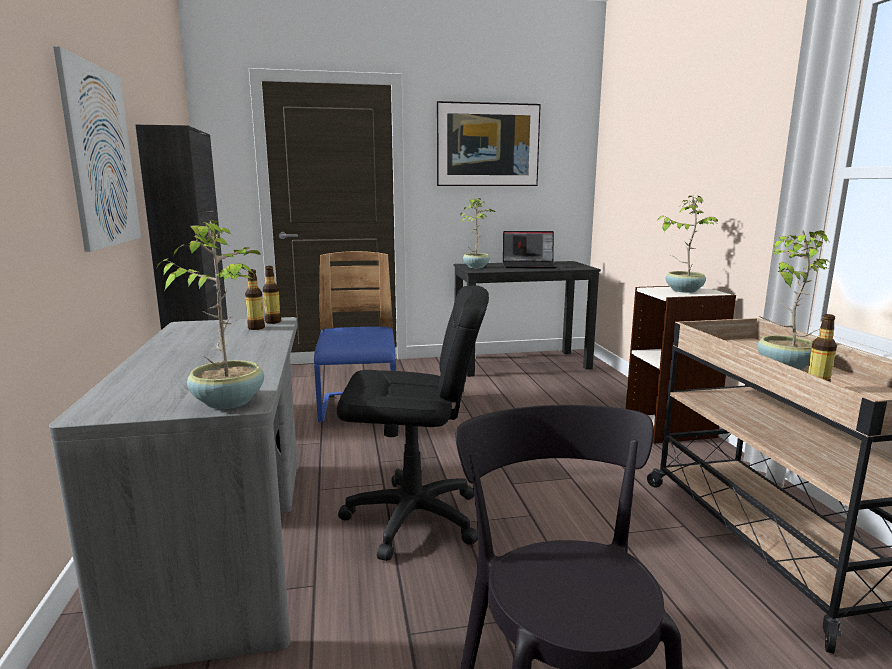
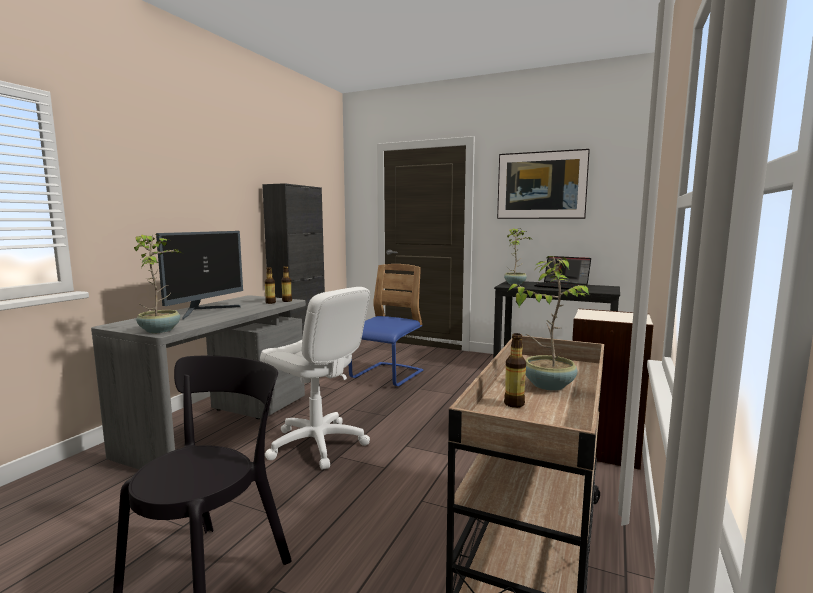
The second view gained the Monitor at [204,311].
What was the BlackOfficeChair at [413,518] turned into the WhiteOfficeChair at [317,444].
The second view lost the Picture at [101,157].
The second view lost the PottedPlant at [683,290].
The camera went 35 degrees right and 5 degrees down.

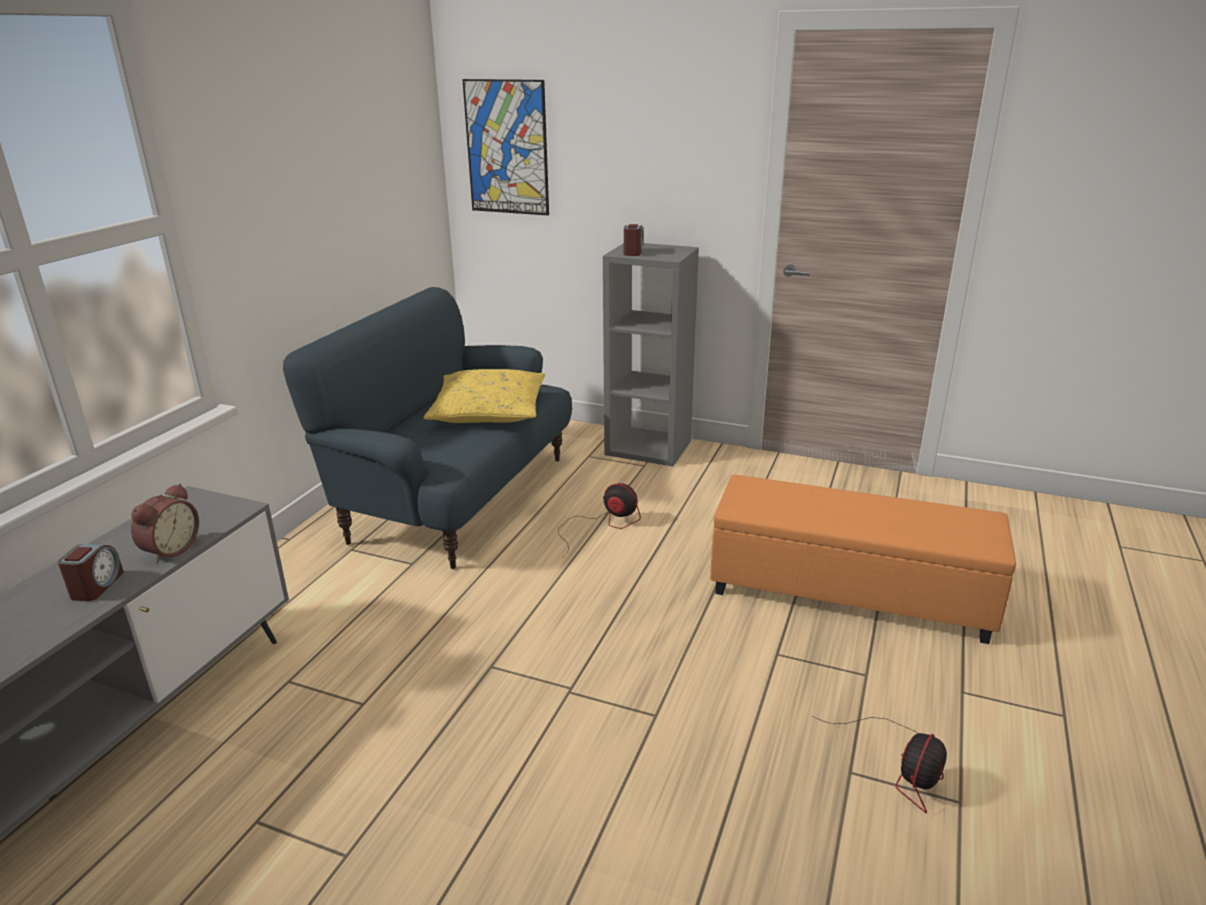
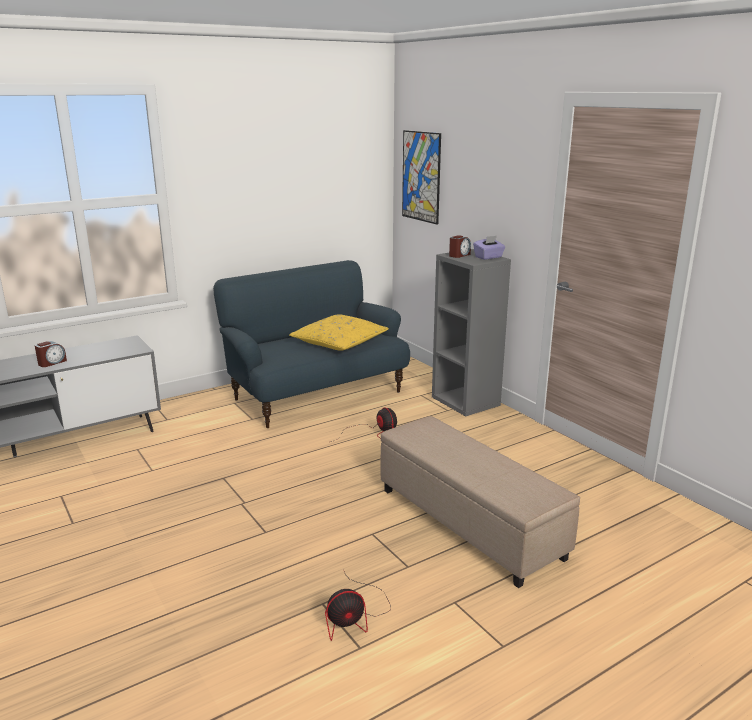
What was the OrangeOttoman at [849,591] turned into the BeigeOttoman at [470,522].
The second view gained the PurpleTissueBox at [488,257].
The second view lost the AlarmClock at [169,549].
The camera went 35 degrees right and 5 degrees down.

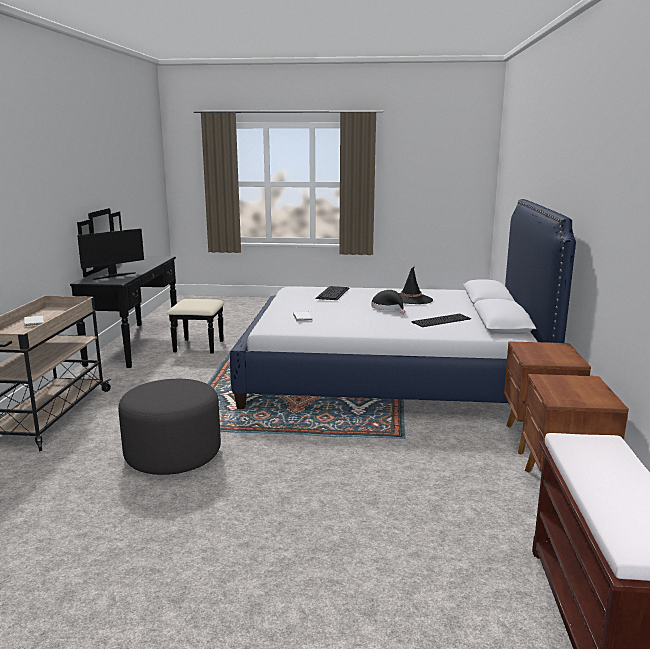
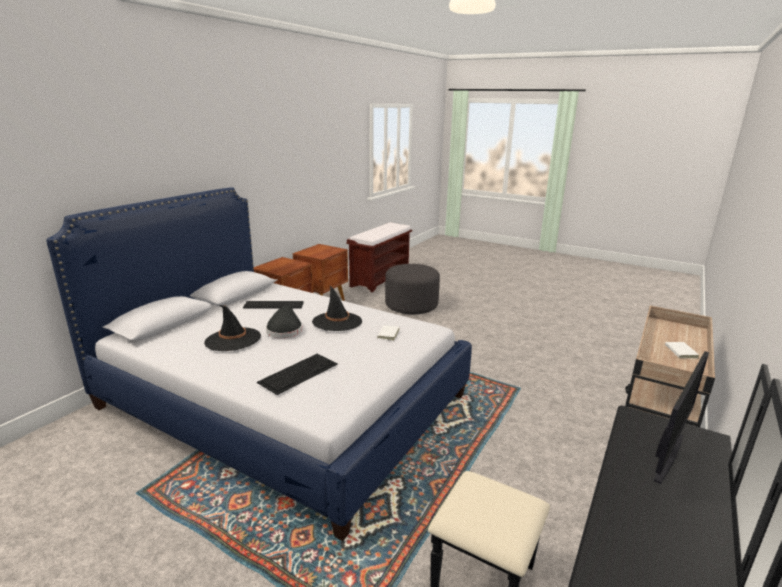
The second view gained the BlackHat at [337,322].
The GreyOttoman ended up elsewhere, having gone from [173,454] to [411,305].
The Monitor at [114,276] ended up facing another way, 150 degrees clockwise from before.
The camera went 155 degrees left and 5 degrees up.

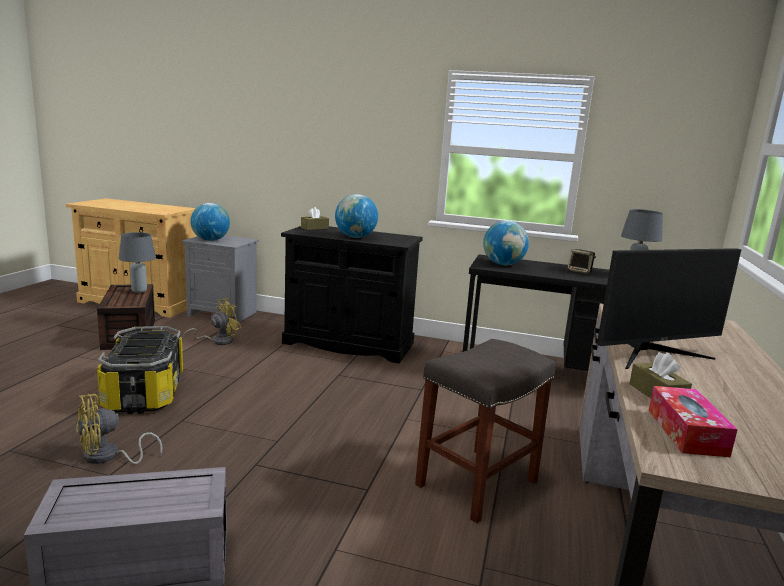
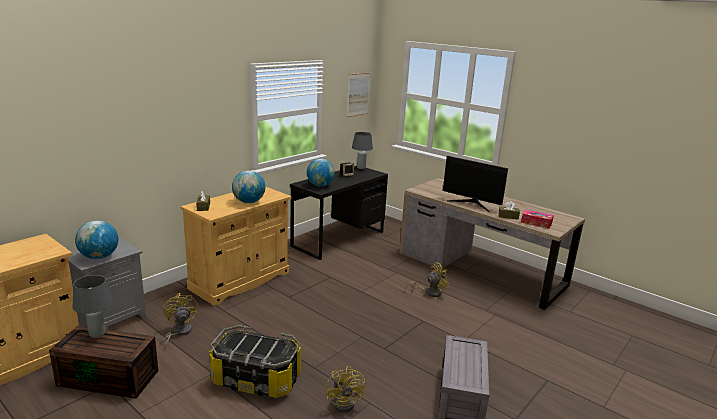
What was the BlackCabinet at [348,343] turned into the BeigeCabinet at [240,280].
The second view gained the Picture at [358,94].
Where the GreyStool stood at [477,482], the YellowFan came to stand at [430,292].
The Monitor at [653,354] ended up facing another way, 120 degrees clockwise from before.
The camera went 65 degrees left and 5 degrees up.

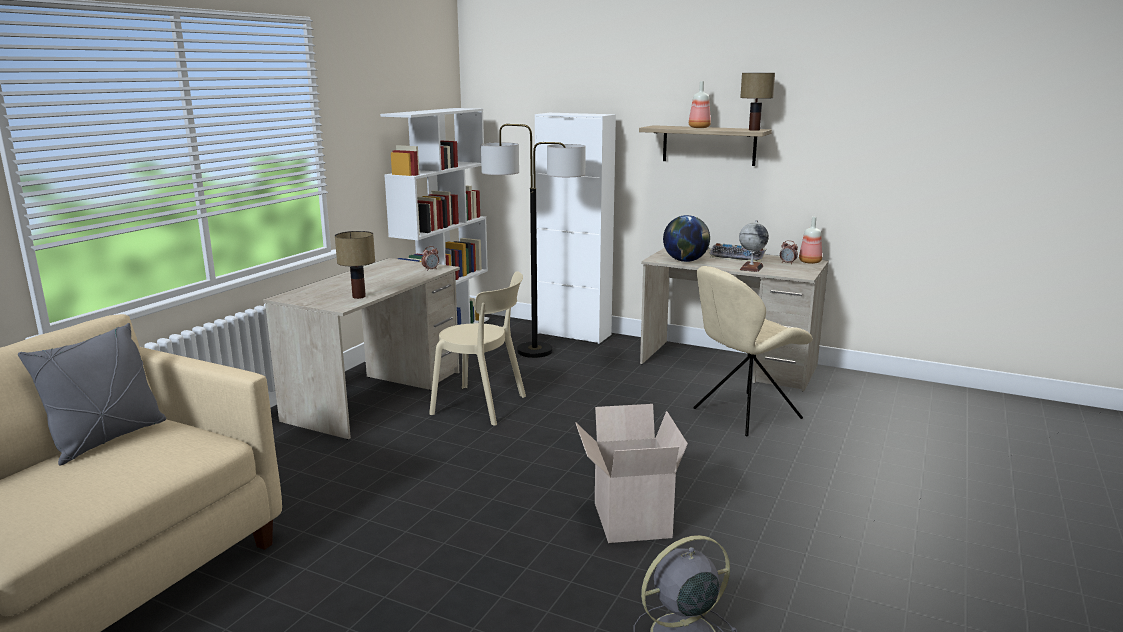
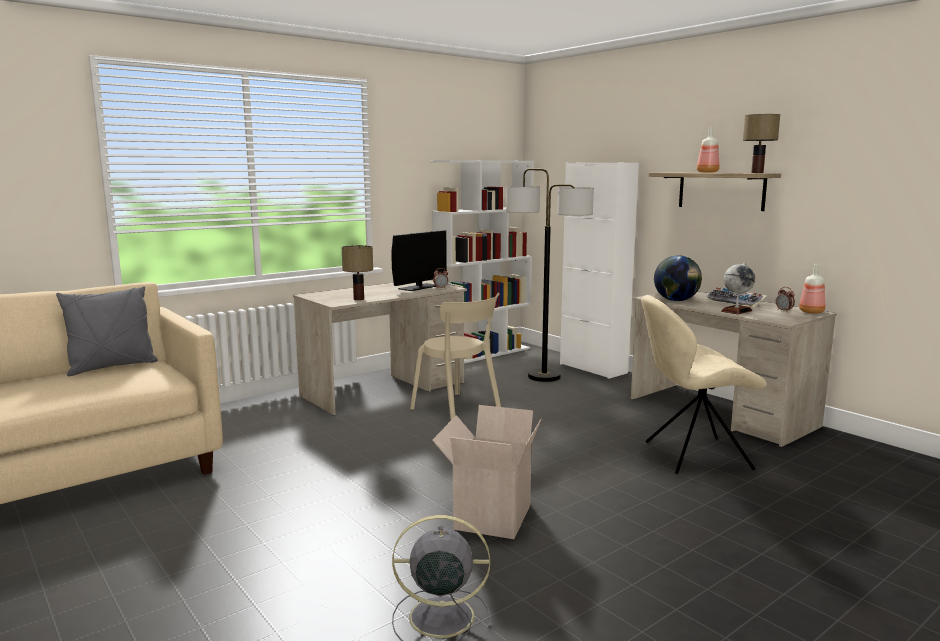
The second view gained the Monitor at [419,287].
The camera went 25 degrees right and 5 degrees down.

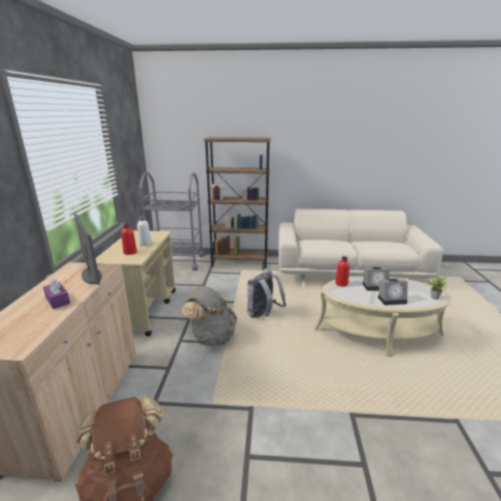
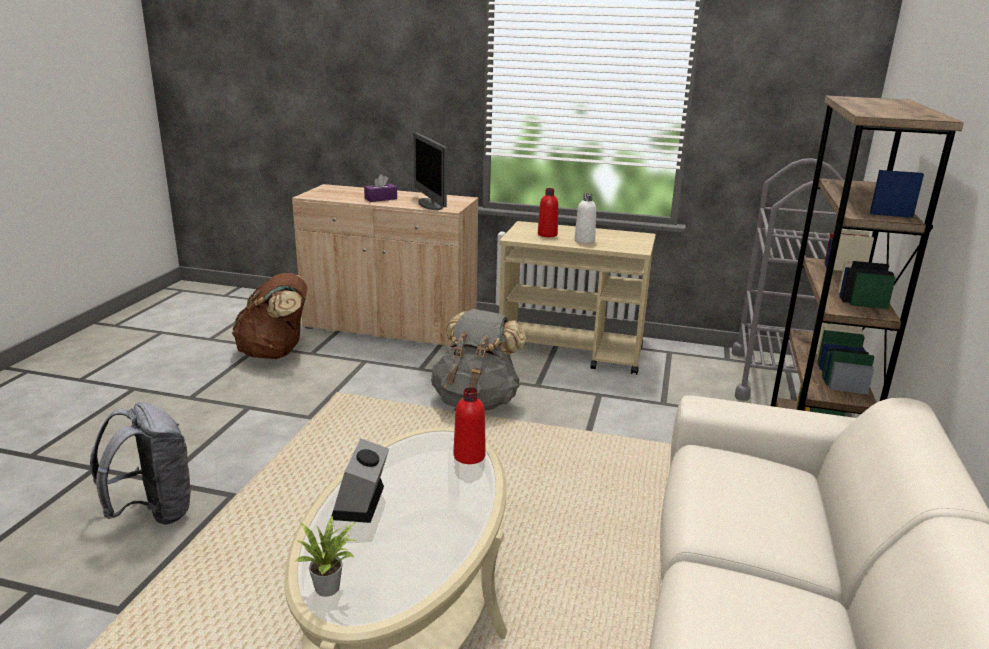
The GreyBackpack ended up elsewhere, having gone from [263,315] to [154,512].
The Monitor at [91,276] ended up facing another way, 90 degrees clockwise from before.
The second view lost the AlarmClock at [375,286].
The camera went 100 degrees right and 0 degrees up.

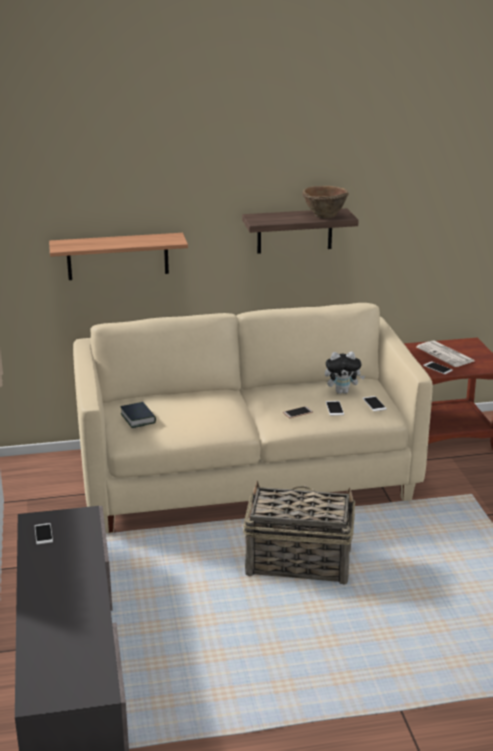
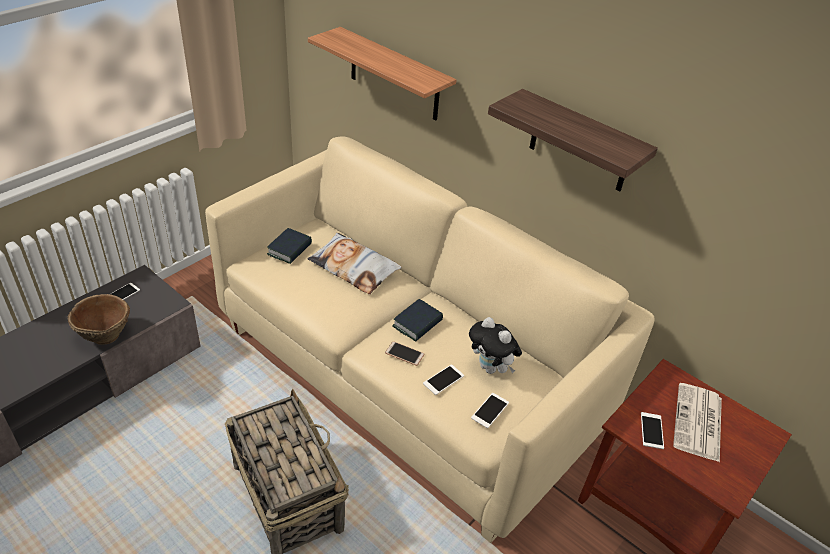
The BrownBowl ended up elsewhere, having gone from [324,215] to [105,334].
The second view gained the Pillow at [354,268].
The second view gained the Book at [417,324].
The camera went 50 degrees right and 15 degrees up.

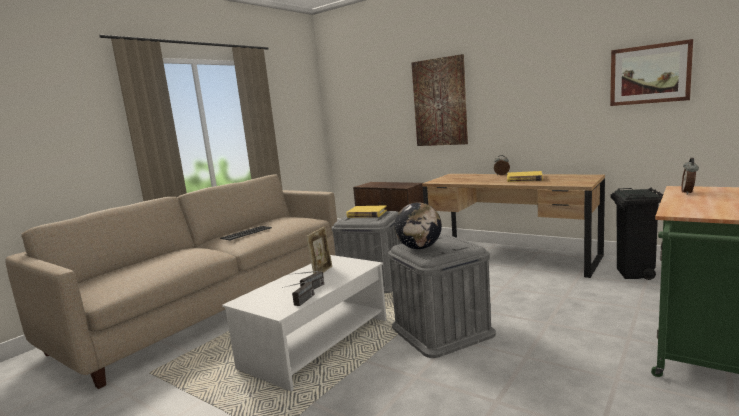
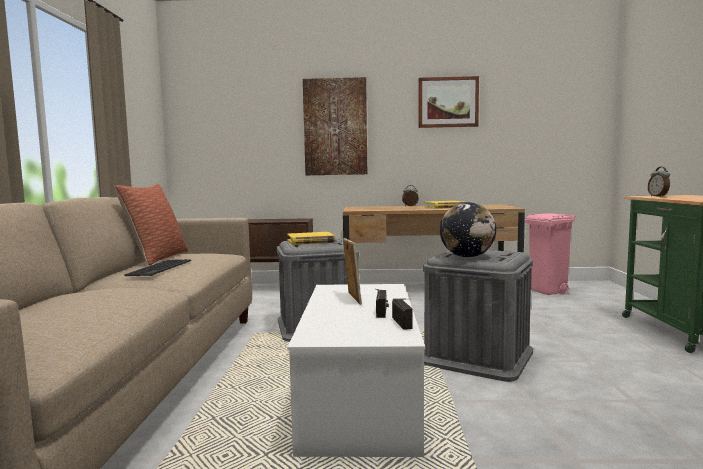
The second view gained the Pillow at [157,258].
The Picture ended up elsewhere, having gone from [649,74] to [448,102].
What was the BlackTrashCan at [634,274] turned into the PinkTrashCan at [548,291].
The camera went 35 degrees left and 5 degrees down.

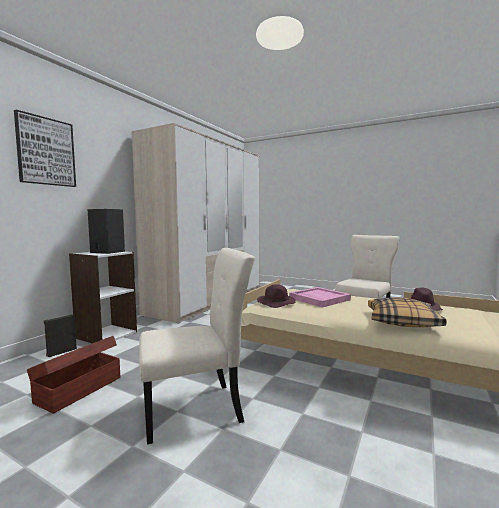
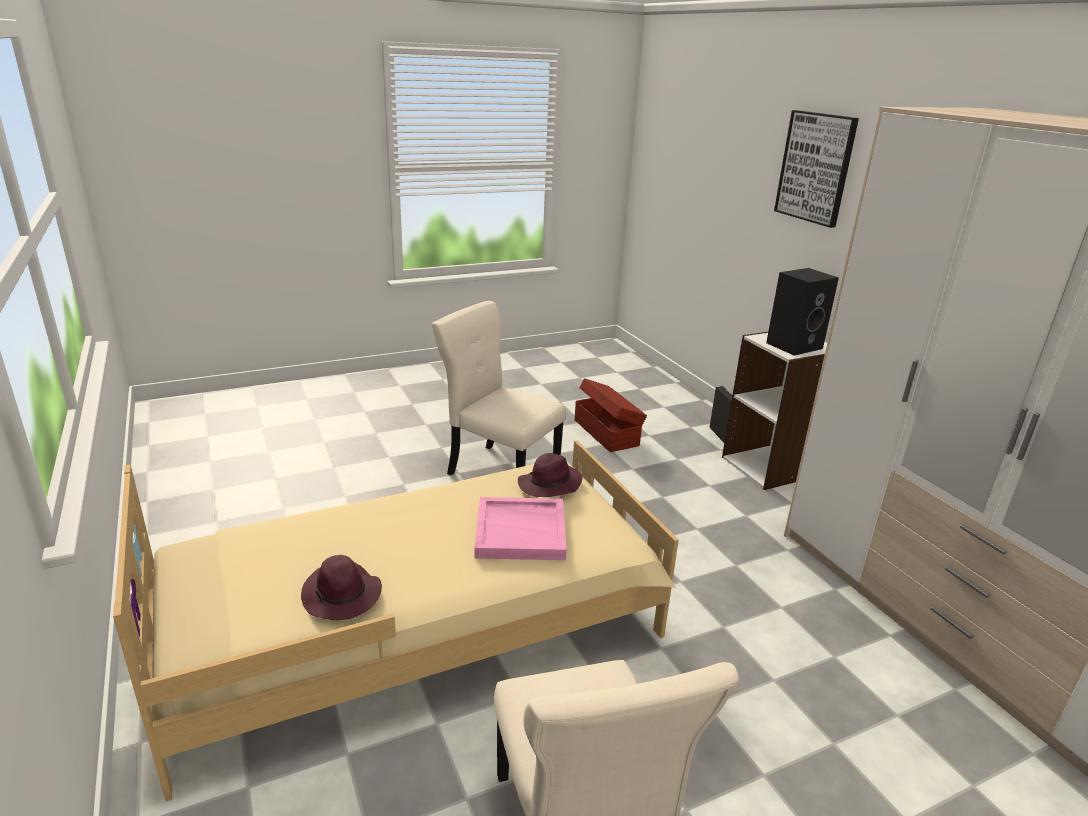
The BeigeChair at [197,410] ended up facing another way, 105 degrees clockwise from before.
The second view lost the Pillow at [402,321].
The camera went 125 degrees right and 20 degrees up.

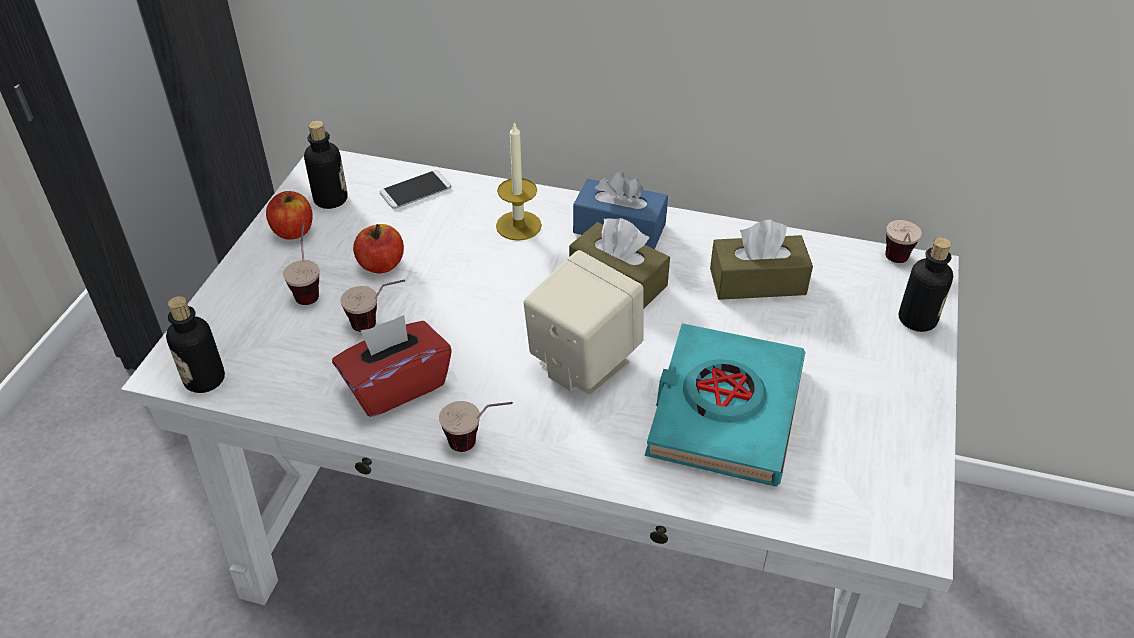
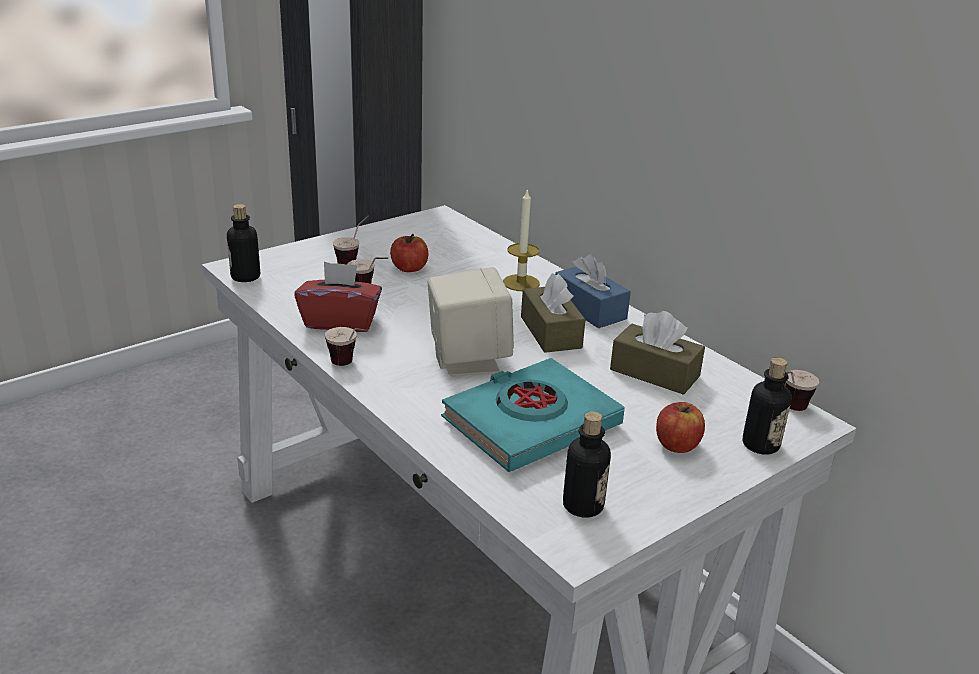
The Bottle ended up elsewhere, having gone from [330,199] to [583,505].
The Apple ended up elsewhere, having gone from [293,231] to [677,445].
The second view lost the Phone at [415,190].
The camera went 35 degrees right and 15 degrees down.

